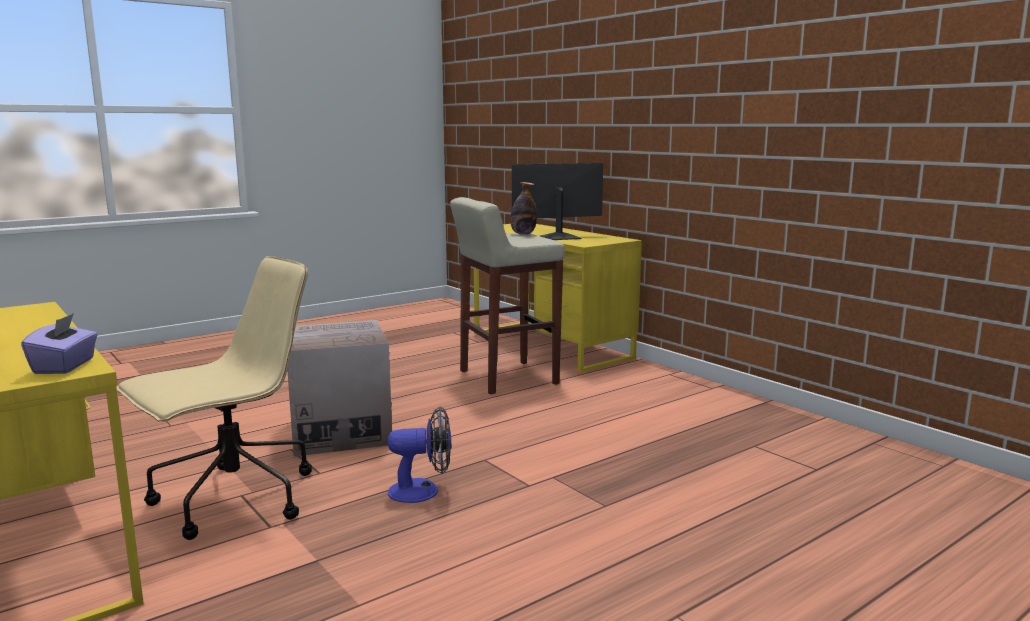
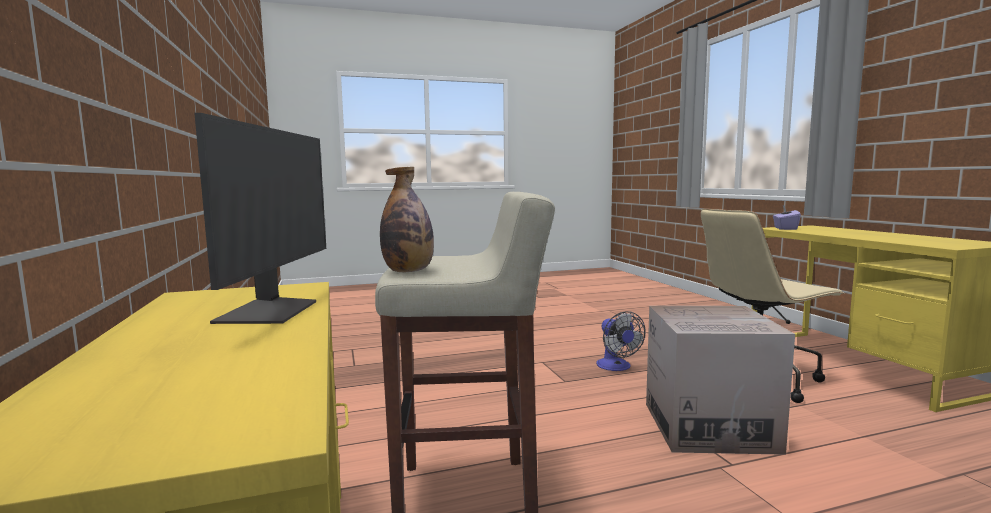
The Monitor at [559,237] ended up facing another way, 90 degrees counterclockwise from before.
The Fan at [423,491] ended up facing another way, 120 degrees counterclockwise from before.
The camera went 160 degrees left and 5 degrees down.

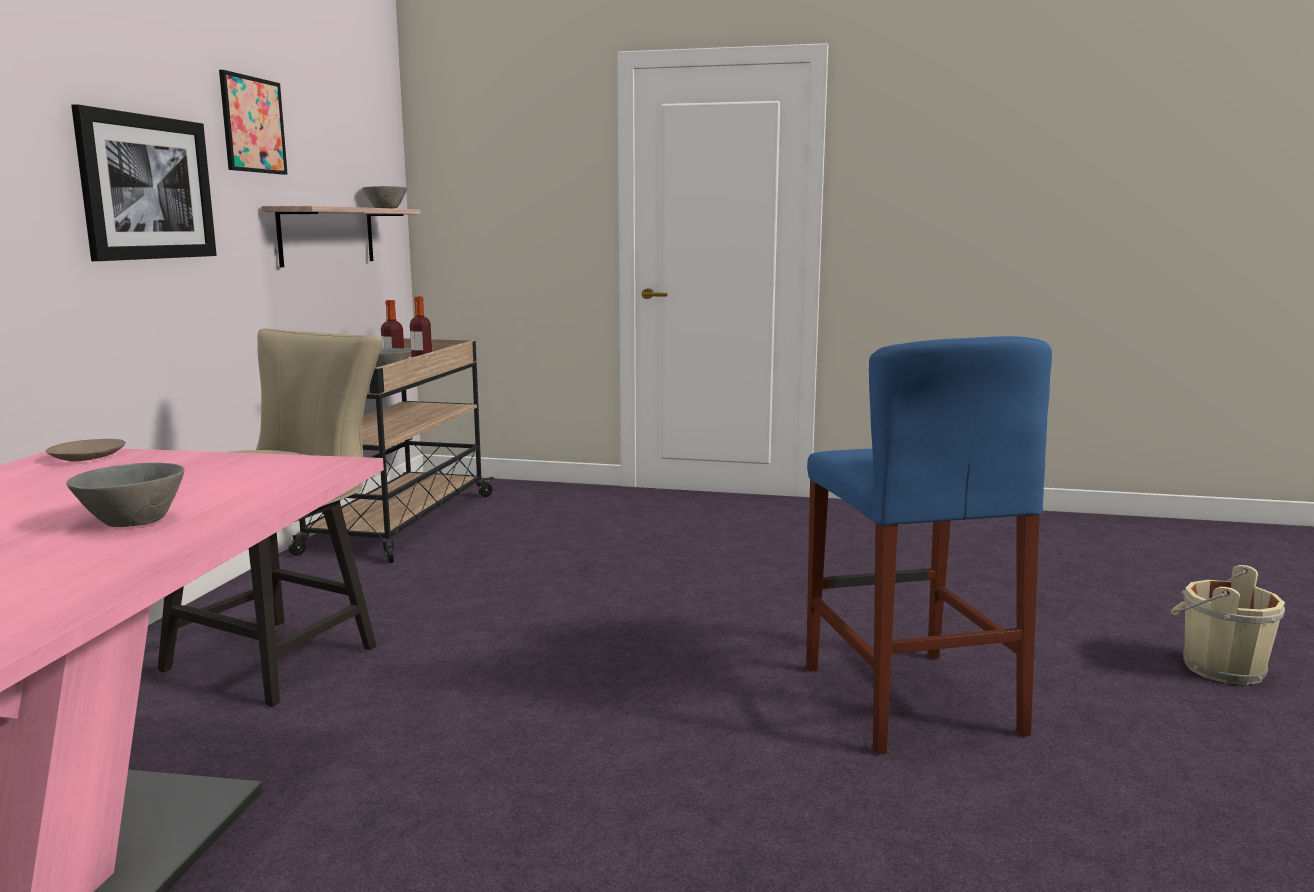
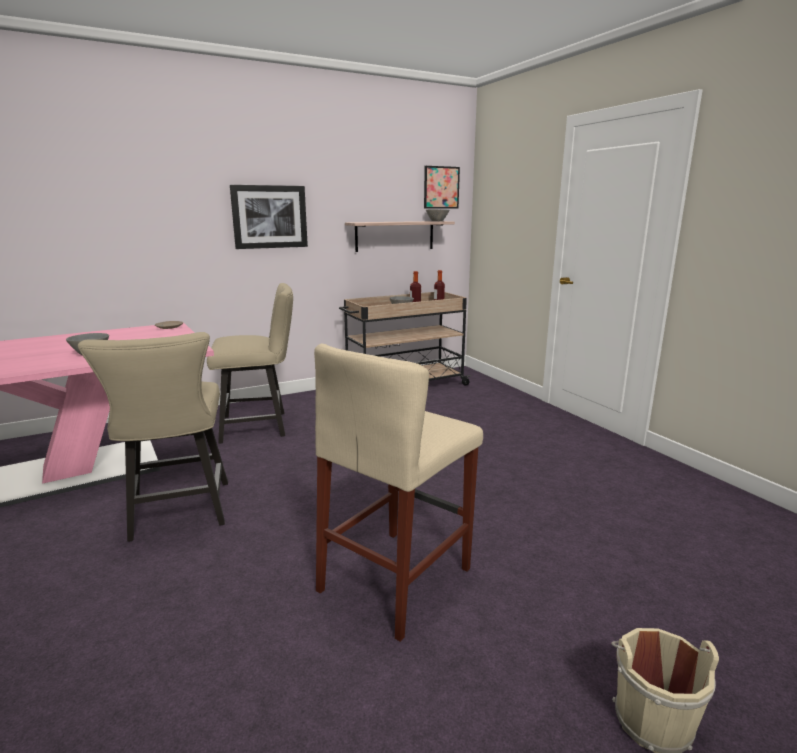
The second view gained the BeigeChair at [179,514].
What was the BlueStool at [909,699] turned into the BeigeStool at [396,579].
The Picture ended up elsewhere, having gone from [253,125] to [441,187].
The camera went 50 degrees right and 5 degrees up.

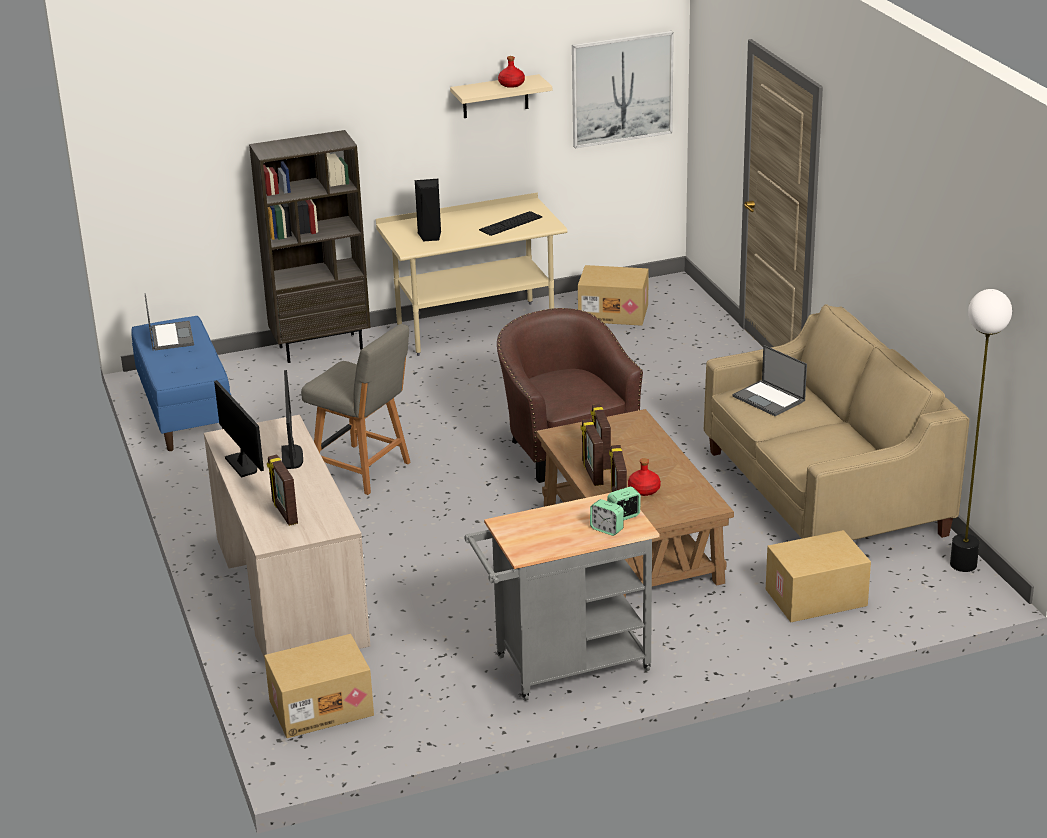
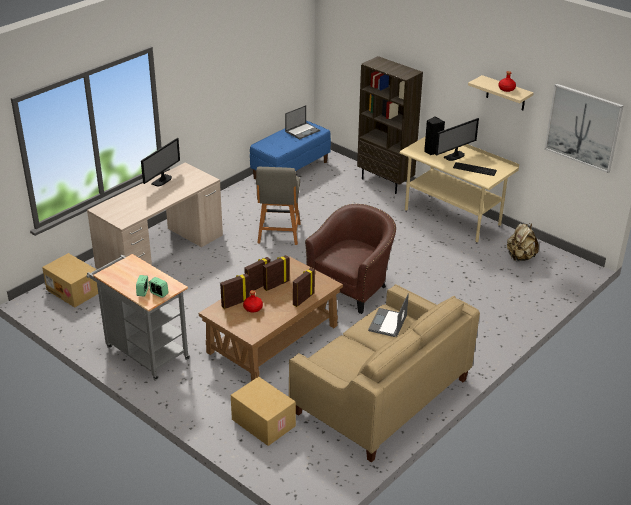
The PictureFrame ended up elsewhere, having gone from [284,513] to [303,299].
The Monitor ended up elsewhere, having gone from [292,457] to [455,156].
Where the CardboardBox stood at [614,313], the BeigeBackpack came to stand at [520,257].
The second view lost the FloorLamp at [963,564].
The camera went 60 degrees right and 5 degrees up.

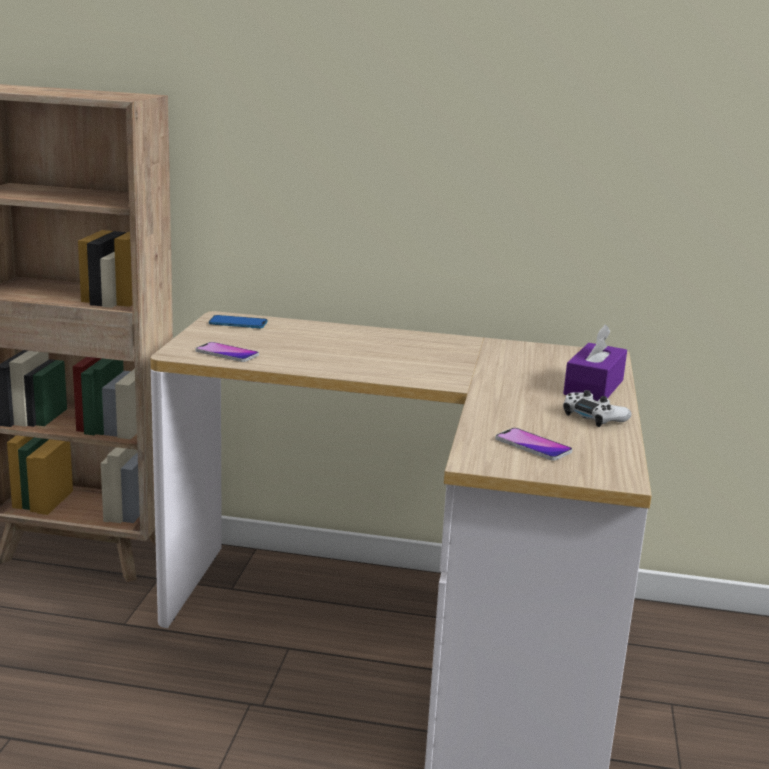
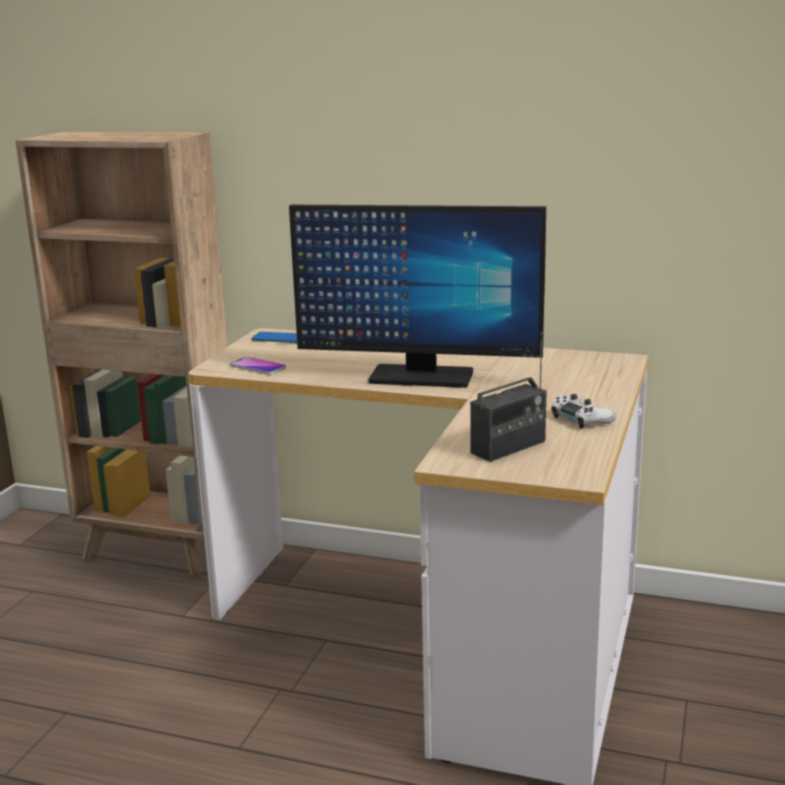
The second view gained the Monitor at [420,377].
Where the Phone stood at [533,446], the Radio came to stand at [508,447].
The second view lost the PurpleTissueBox at [593,387].
The camera went 10 degrees right and 0 degrees up.

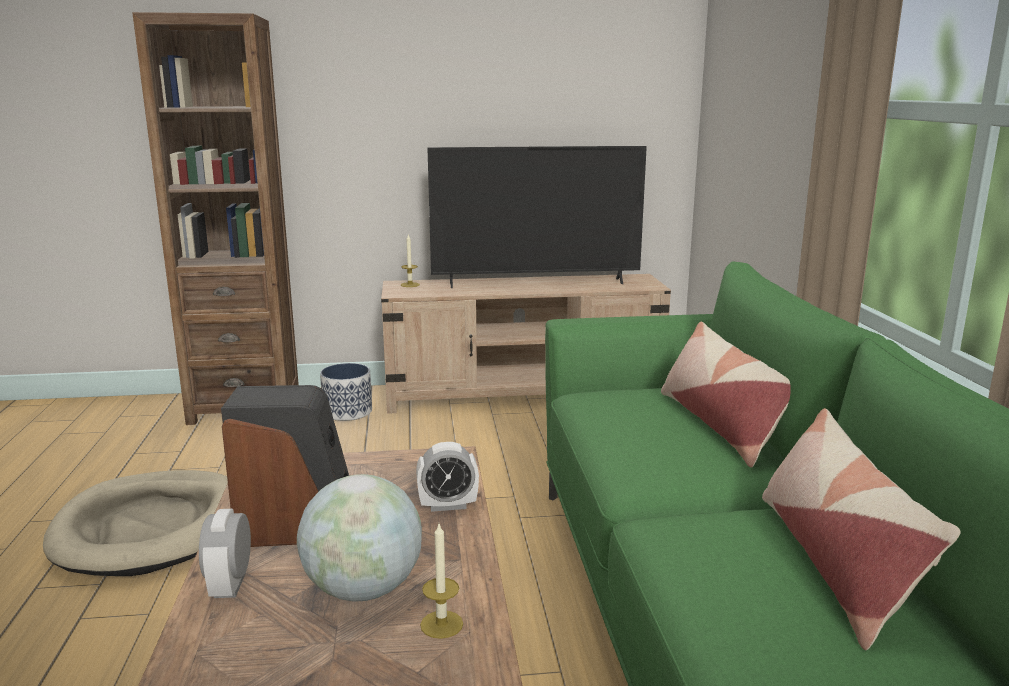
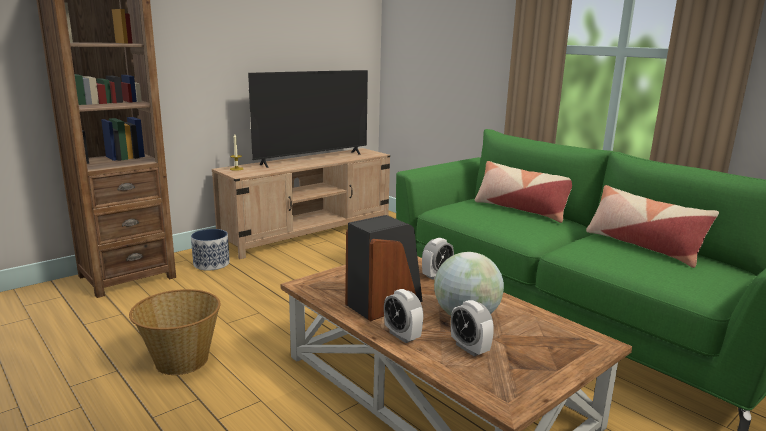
Where the BeigeDogBed stood at [150,528], the Basket came to stand at [181,360].
The second view gained the AlarmClock at [469,348].
The second view lost the Candle at [441,624].
The camera went 35 degrees left and 0 degrees up.

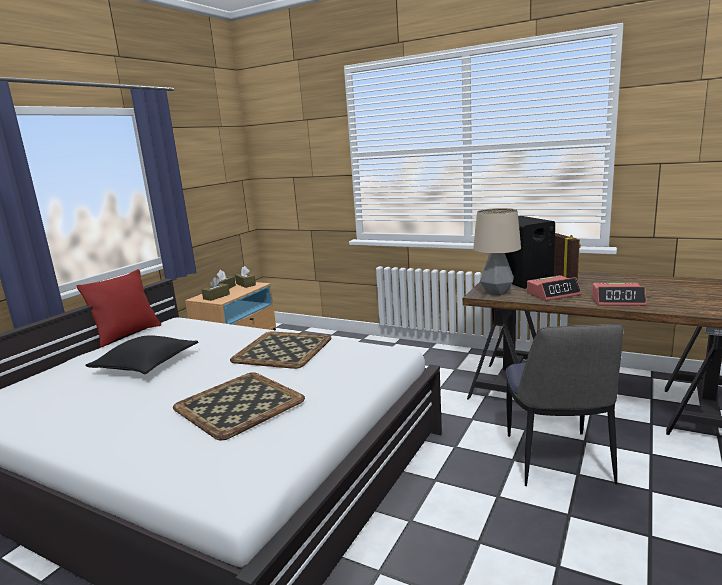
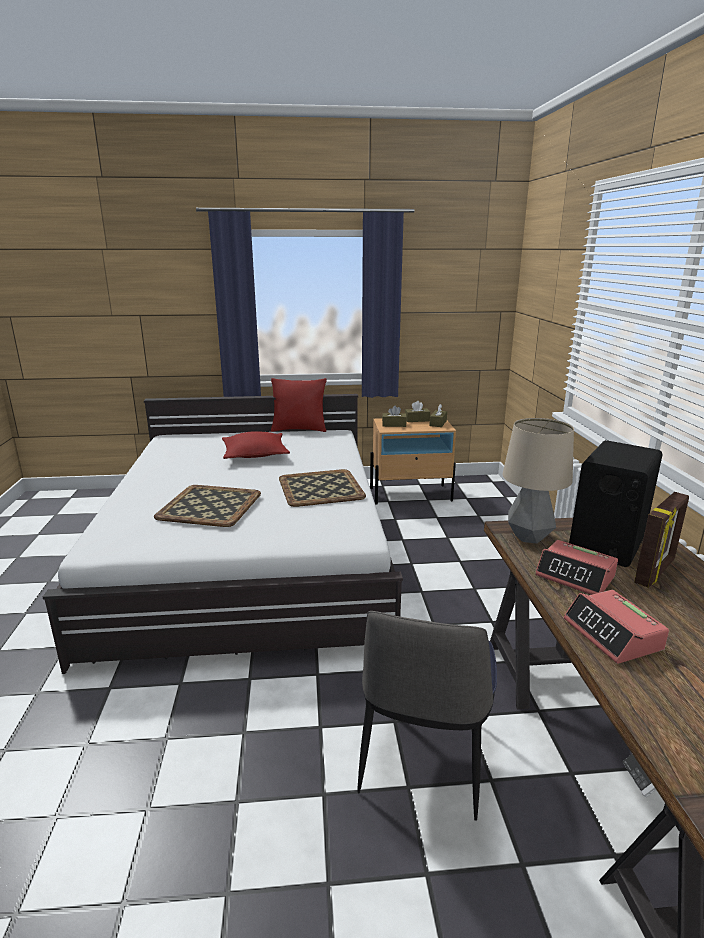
What was the BlackPillow at [146,364] turned into the RedPillow at [255,454].
The Chair at [557,460] ended up facing another way, 45 degrees counterclockwise from before.
The camera went 55 degrees right and 5 degrees up.

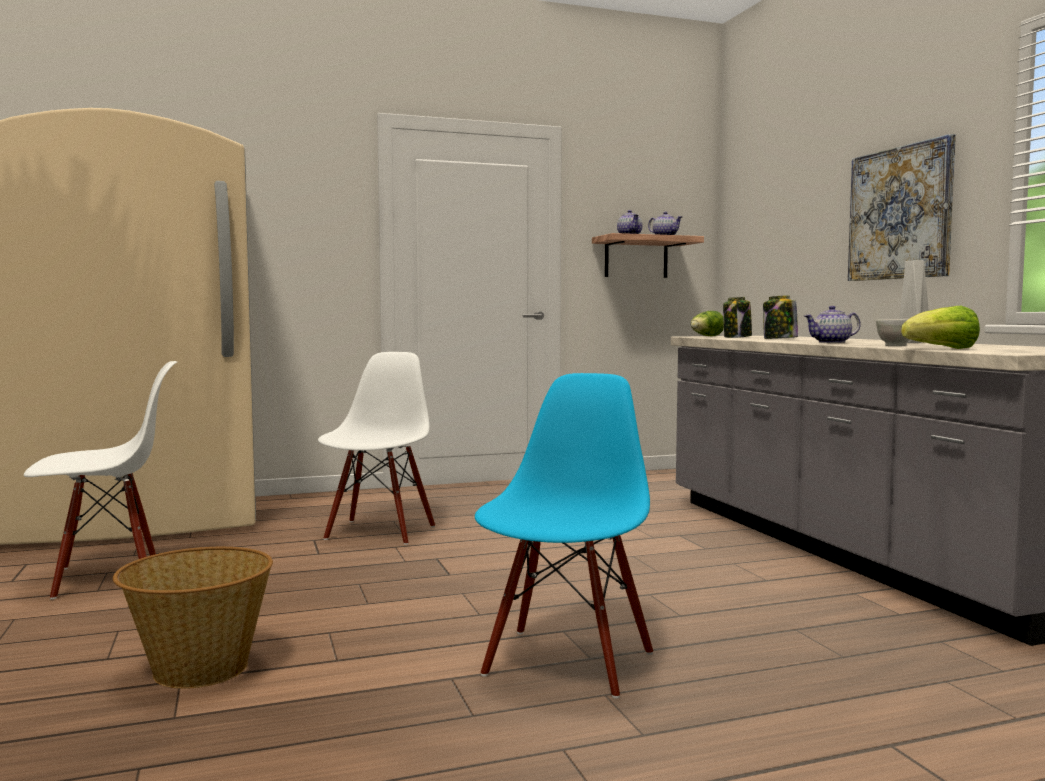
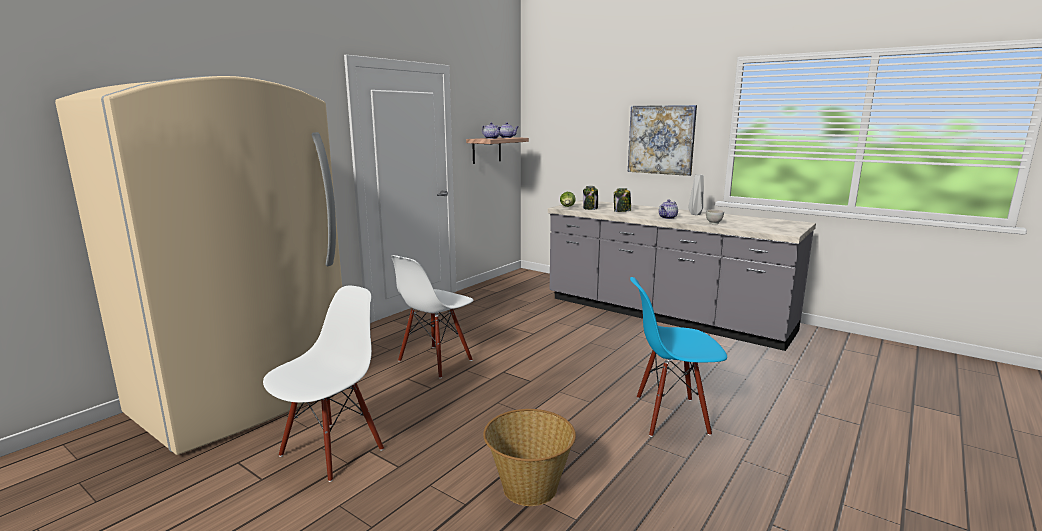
The WhiteChair at [379,532] ended up facing another way, 120 degrees counterclockwise from before.
The BlueChair at [566,662] ended up facing another way, 75 degrees counterclockwise from before.
The second view lost the Lettuce at [943,349].
The camera went 35 degrees left and 10 degrees up.

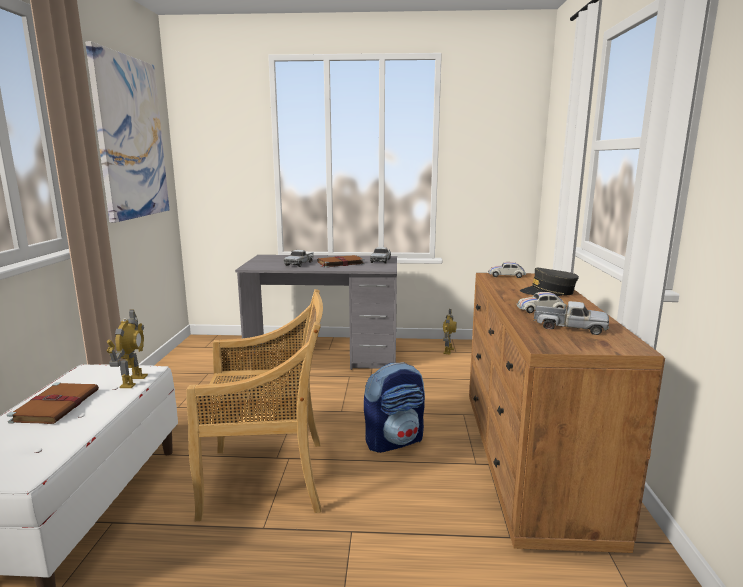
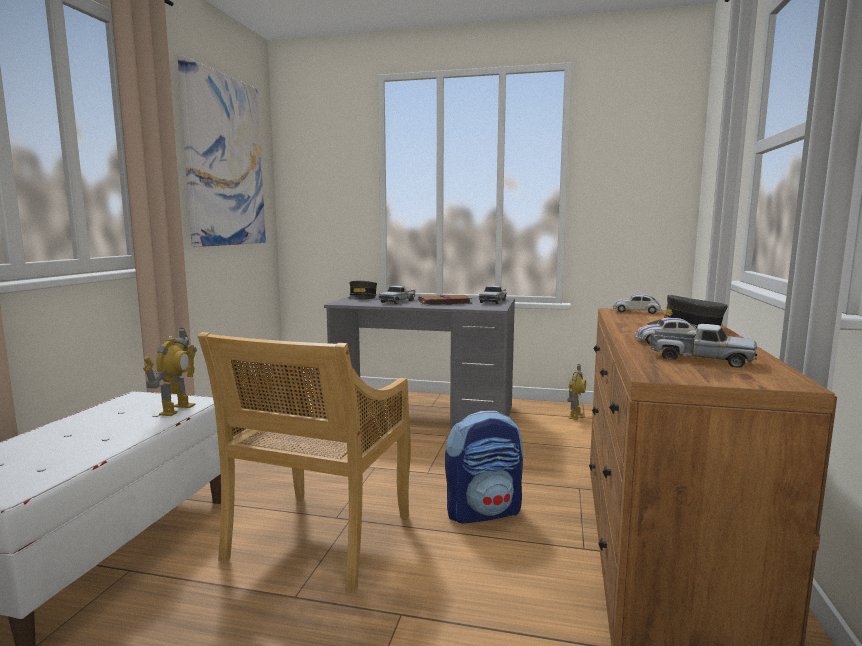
The BeigeChair at [268,478] ended up facing another way, 105 degrees clockwise from before.
The second view gained the GreyCap at [362,297].
The second view lost the BrownBook at [57,405].
The camera went 10 degrees right and 5 degrees down.

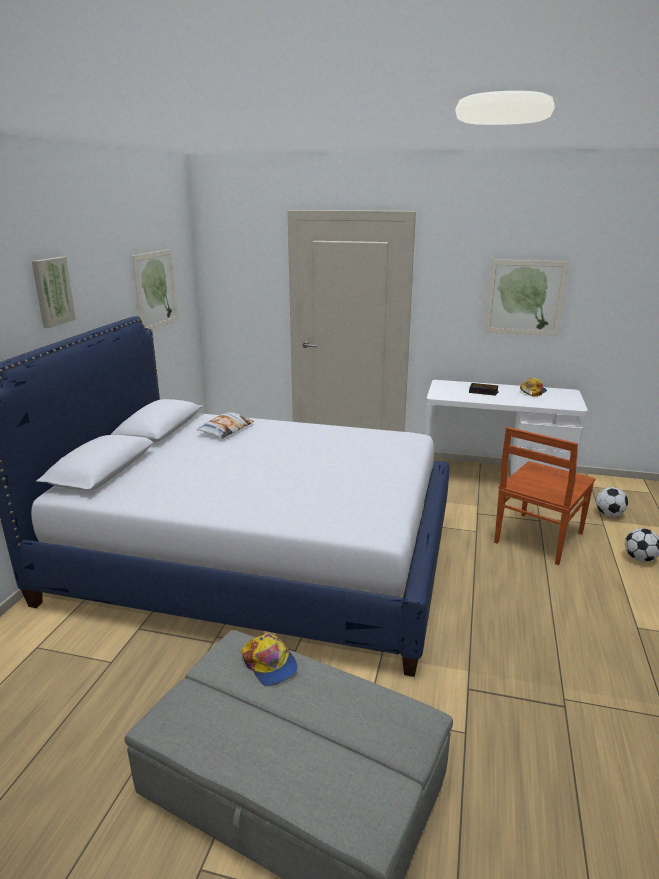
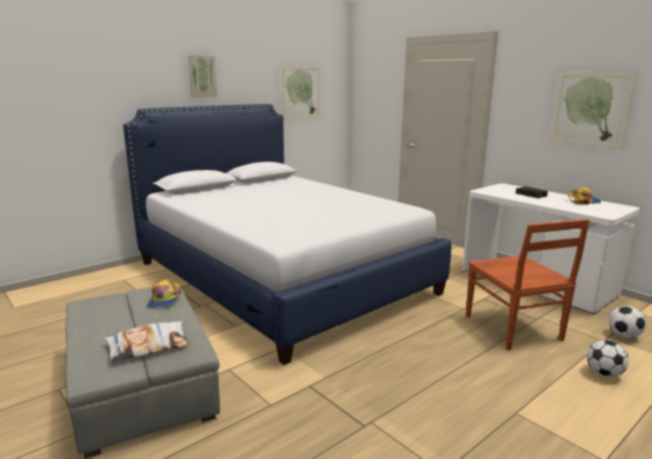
The Pillow ended up elsewhere, having gone from [226,429] to [148,346].
The BrownChair at [537,539] ended up facing another way, 90 degrees counterclockwise from before.
The camera went 35 degrees right and 5 degrees down.

